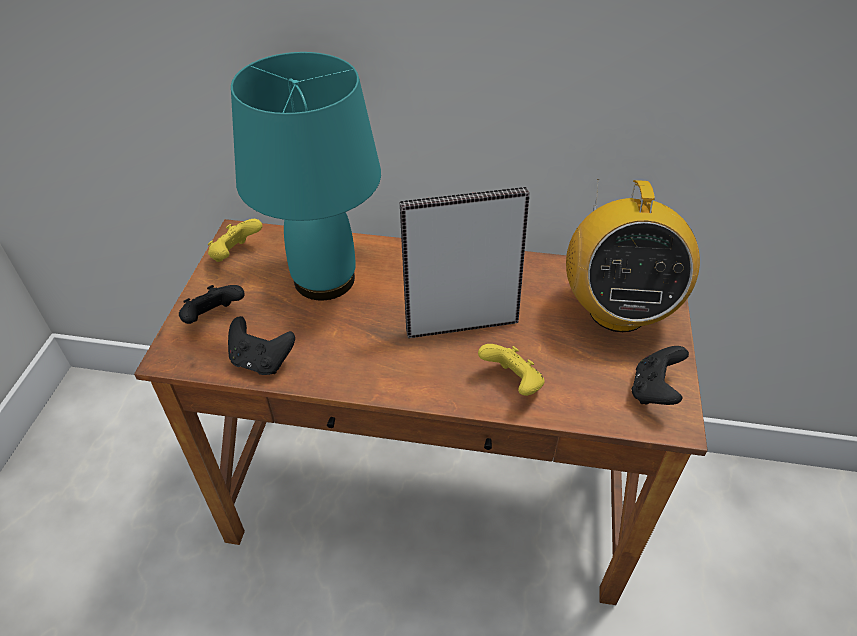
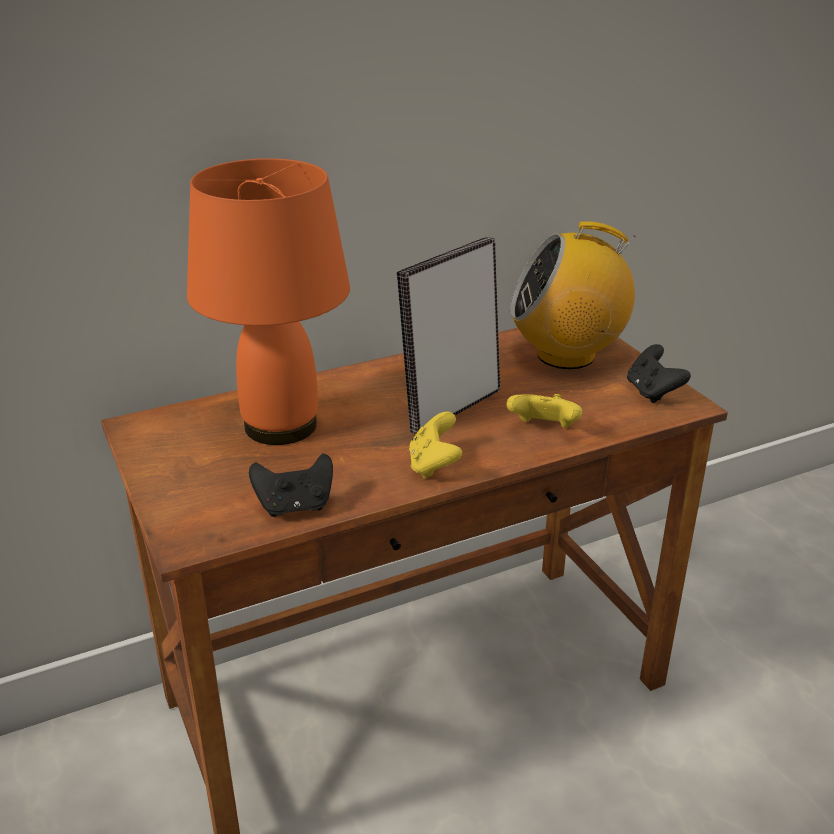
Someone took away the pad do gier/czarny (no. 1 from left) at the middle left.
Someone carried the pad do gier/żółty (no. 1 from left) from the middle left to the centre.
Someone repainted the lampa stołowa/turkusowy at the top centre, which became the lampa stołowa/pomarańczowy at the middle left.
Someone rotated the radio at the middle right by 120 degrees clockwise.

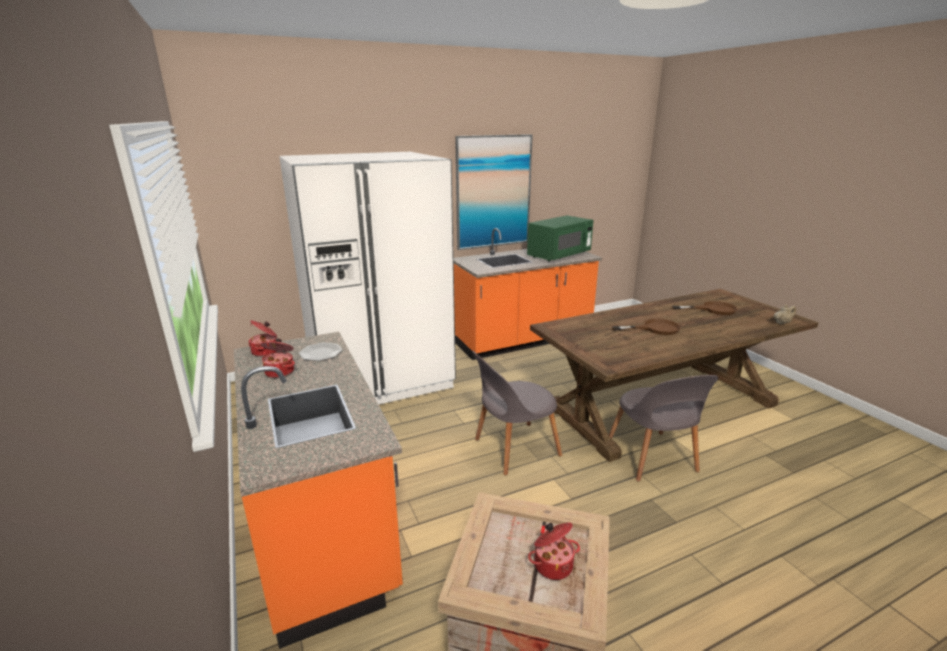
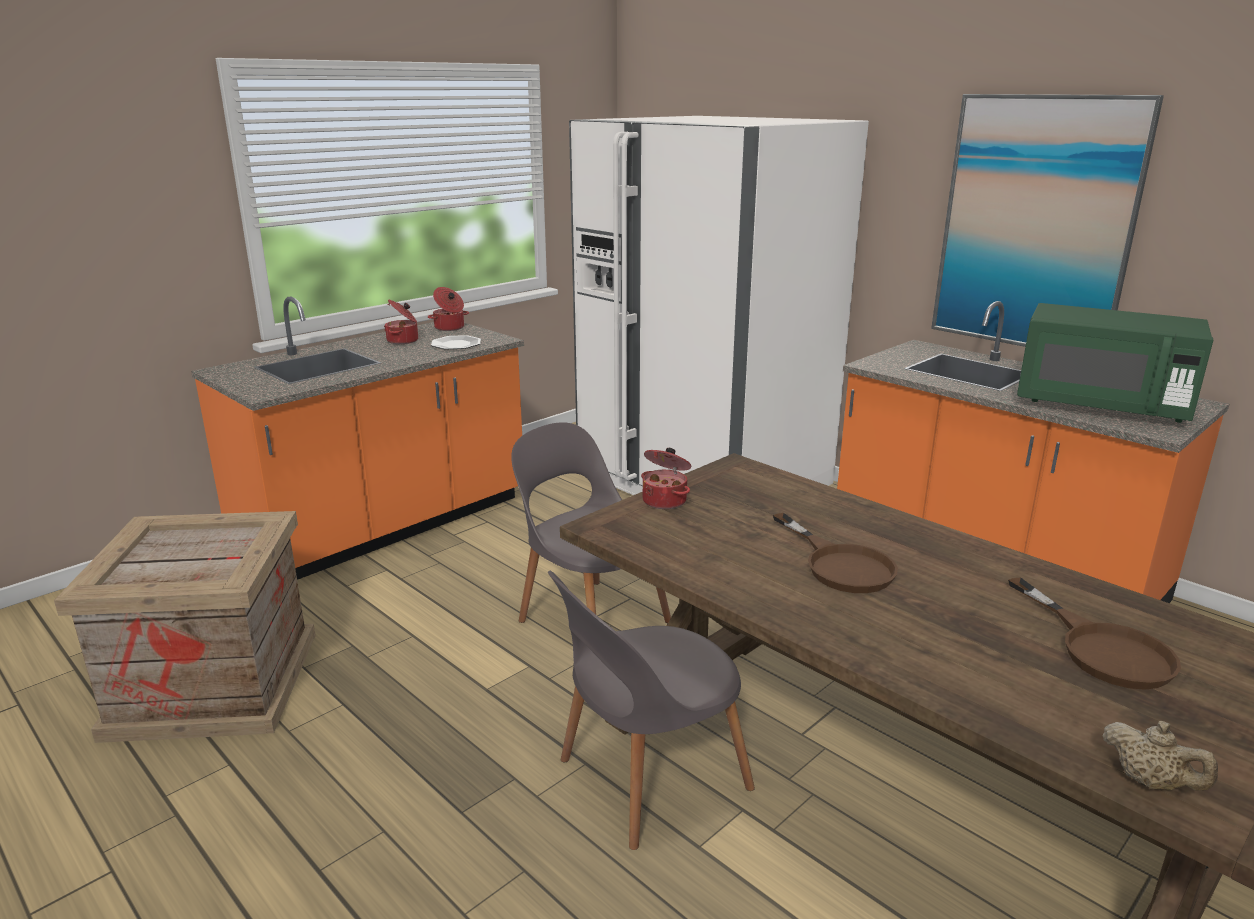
Someone carried the garnek (no. 3 from left) from the bottom centre to the centre.

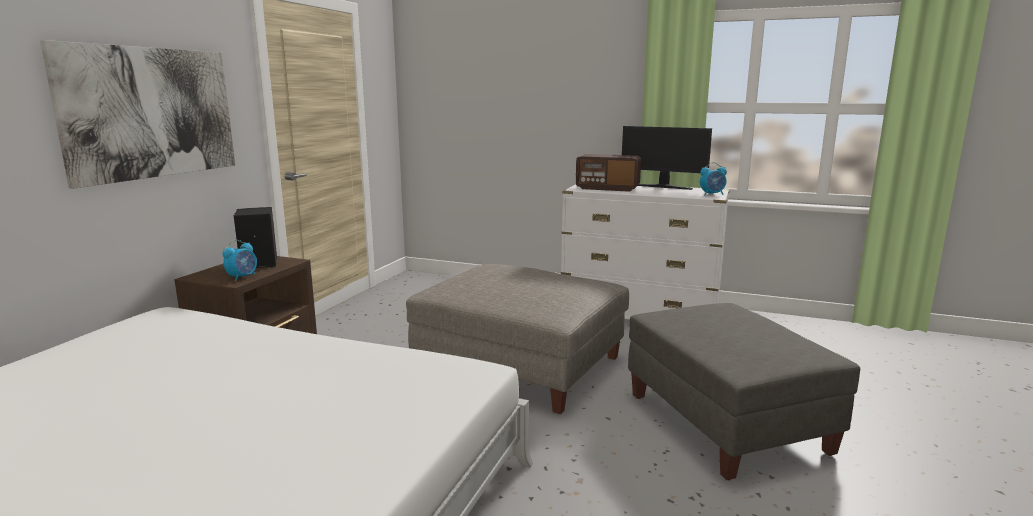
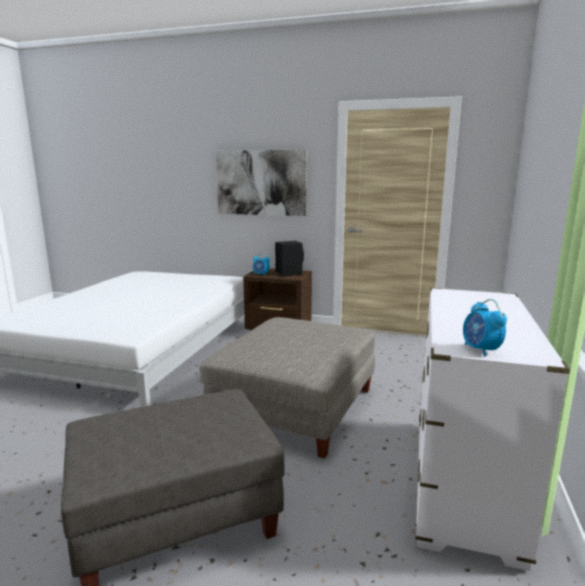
Someone took away the radio at the centre.
Someone took away the monitor at the top centre.

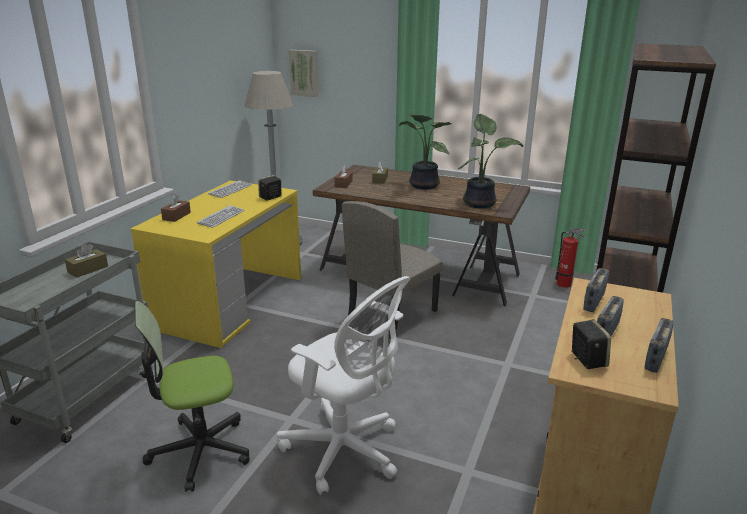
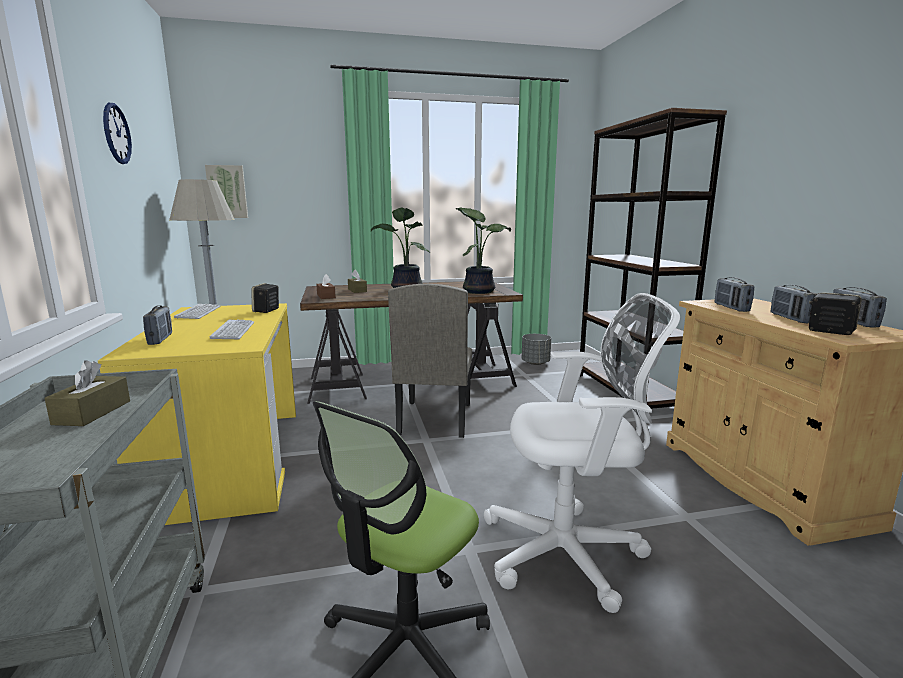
Someone swapped the pudełko chusteczek/brązowy (no. 2 from left) at the middle left for the radio (no. 1 from left) at the middle left.
Someone swapped the gaśnica at the middle right for the donica/szary at the centre.
Someone put up the zegar ścienny at the top left.

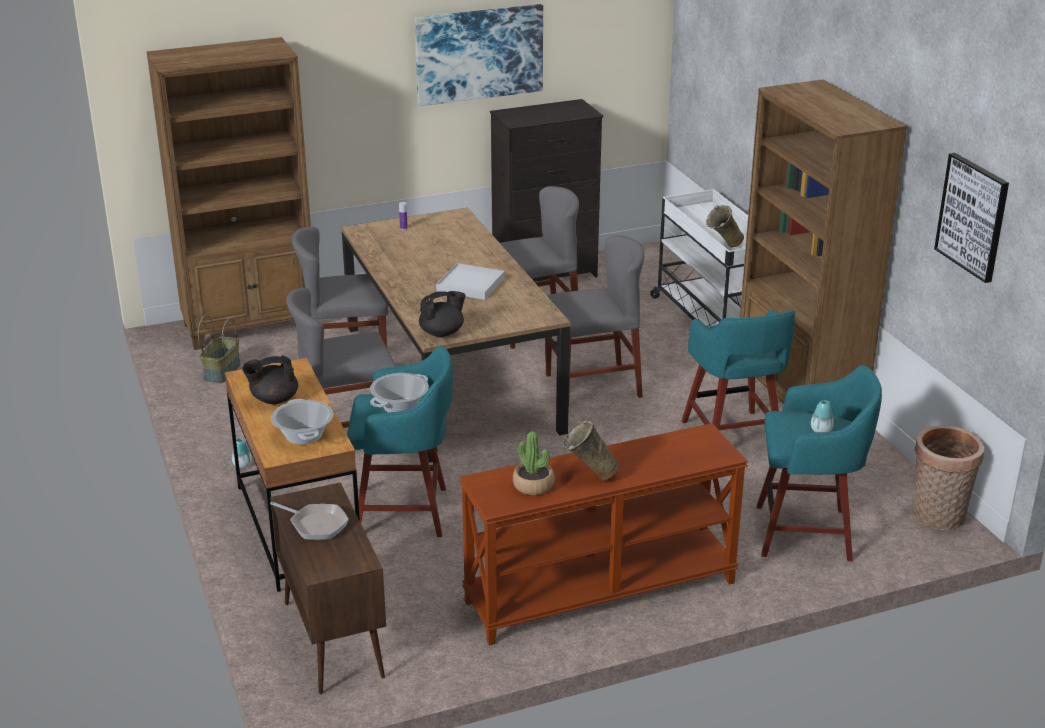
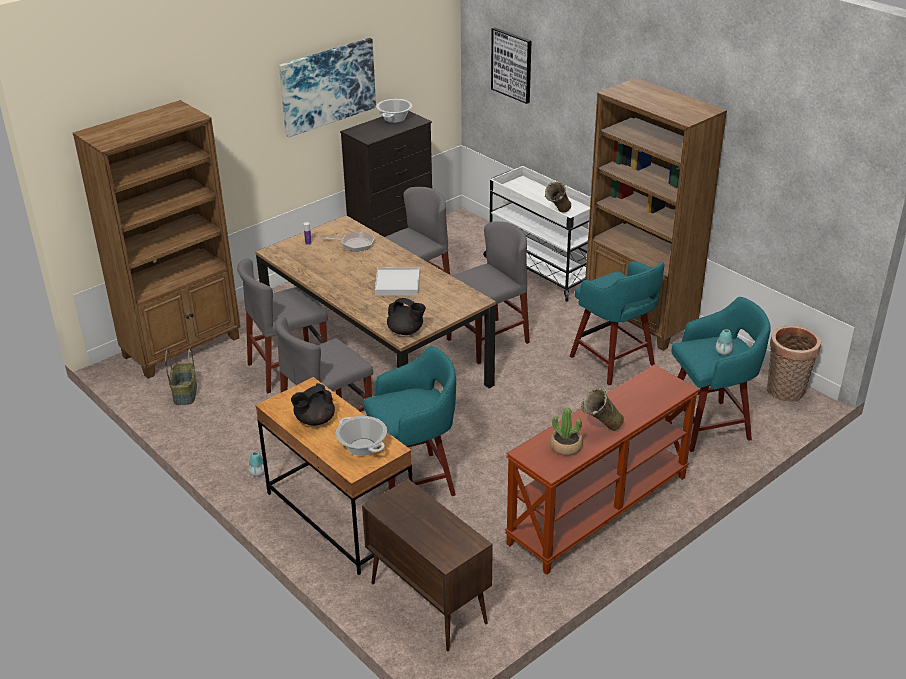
Someone carried the patelnia from the bottom left to the centre.
Someone carried the garnek (no. 2 from left) from the centre to the top centre.
Someone rotated the imbryk/czarny (no. 2 from left) at the centre by 75 degrees clockwise.
Someone carried the obraz (no. 2 from left) from the top right to the top centre.

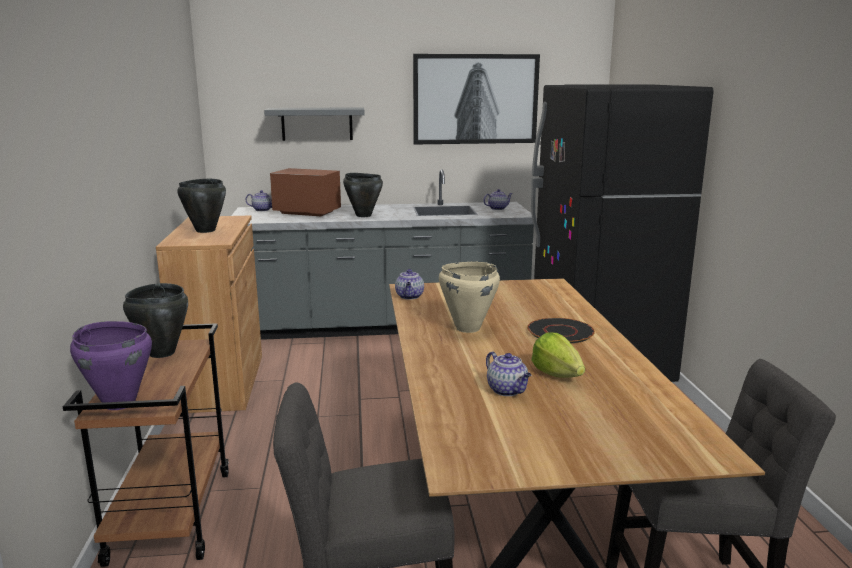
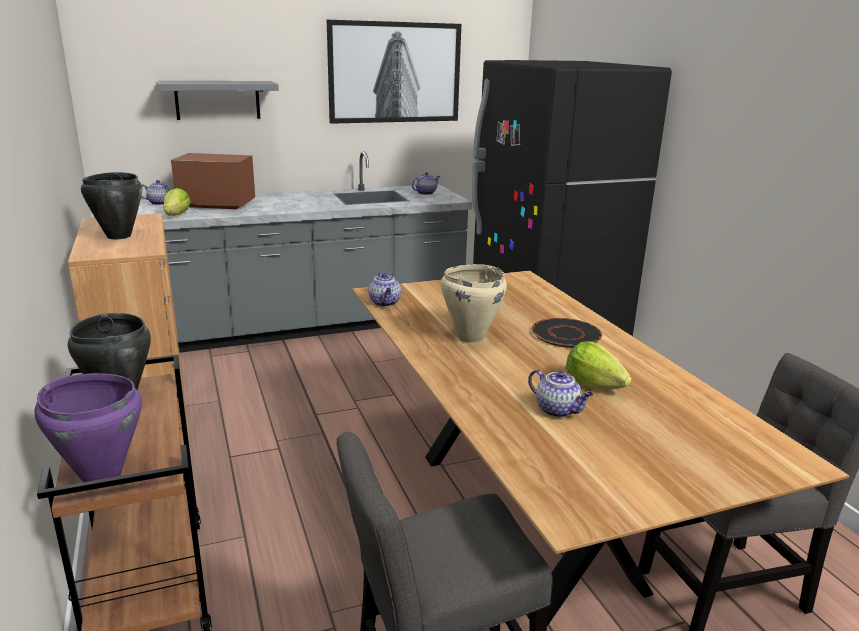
Someone took away the garnek/czarny (no. 3 from left) at the centre.
Someone put down the sałata (no. 1 from left) at the top left.

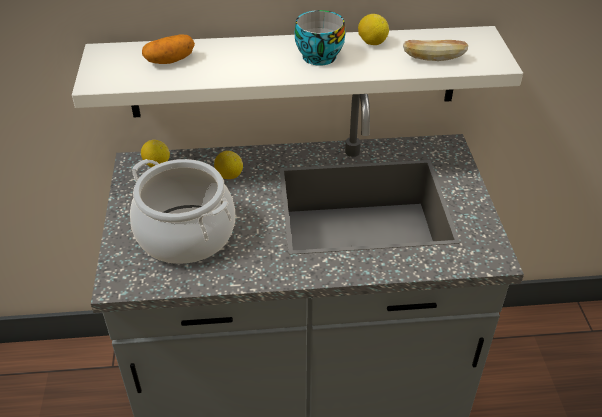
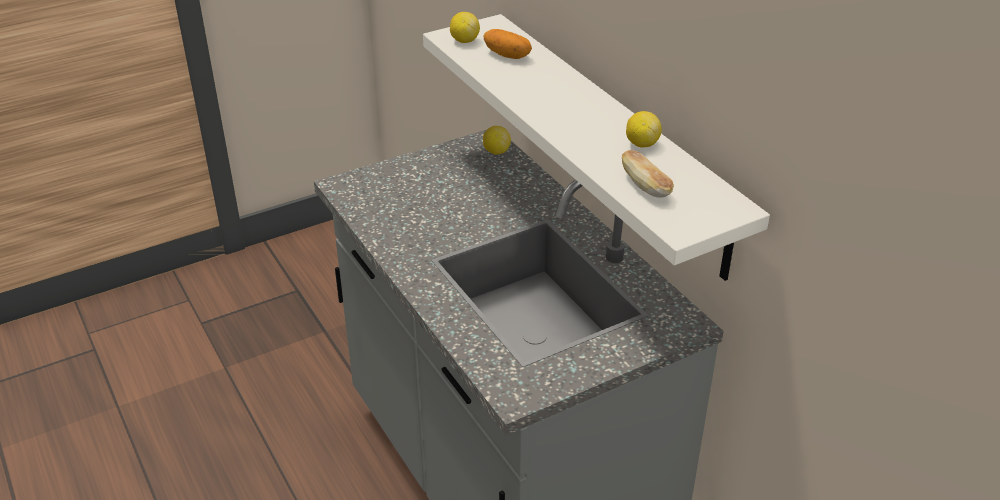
Someone took away the garnek at the middle left.
Someone carried the cytryna (no. 2 from left in the first image) from the centre to the top centre.
Someone took away the filiżanka at the top centre.

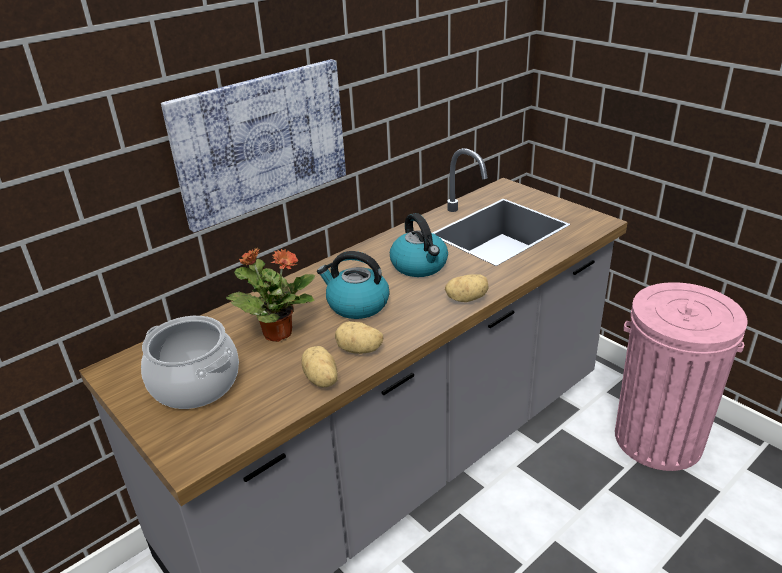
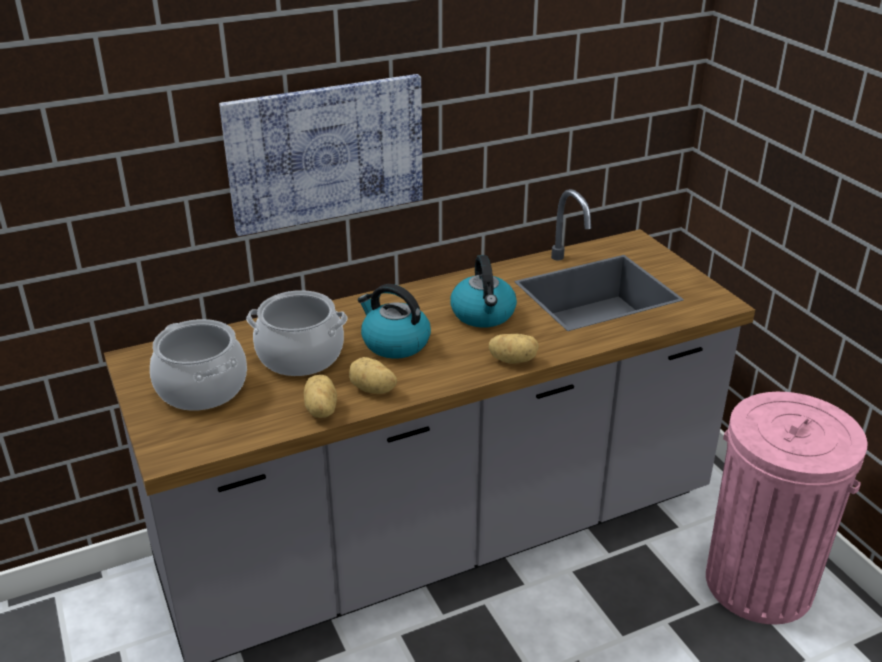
Someone swapped the roślina doniczkowa at the centre for the garnek (no. 2 from left) at the centre.

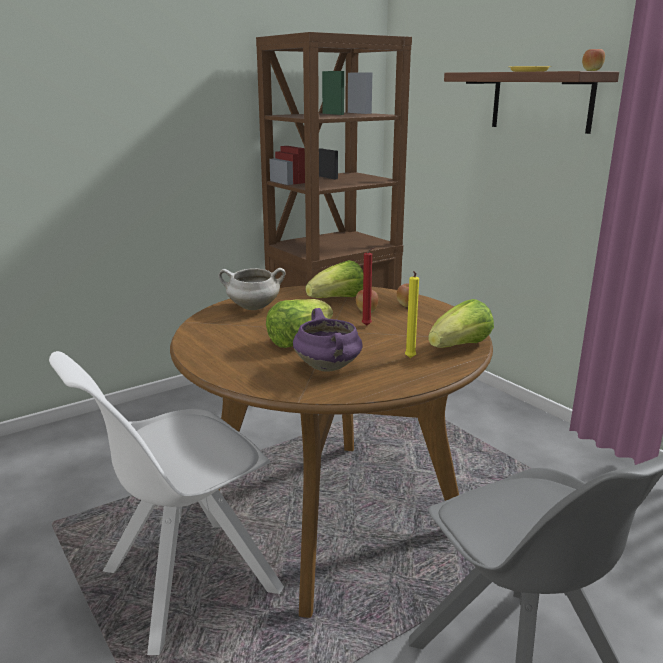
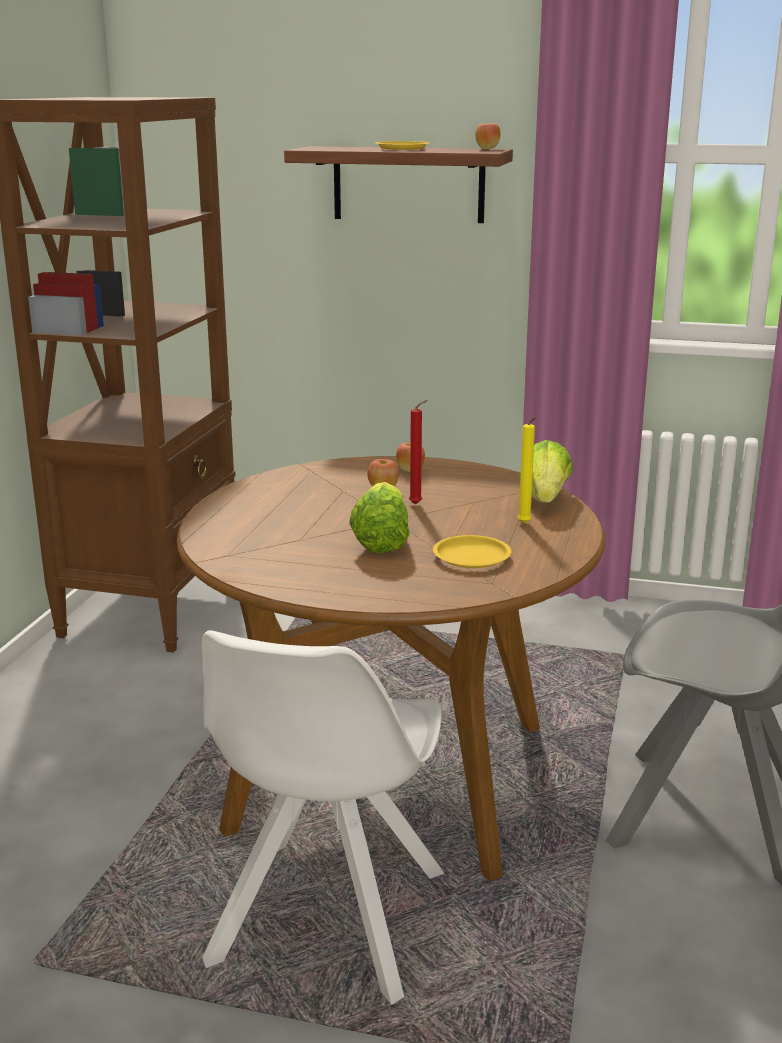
Someone took away the garnek/biały at the centre.
Someone swapped the garnek/fioletowy at the centre for the talerz/żółty (no. 2 from left) at the centre.
Someone took away the sałata (no. 2 from left) at the centre.

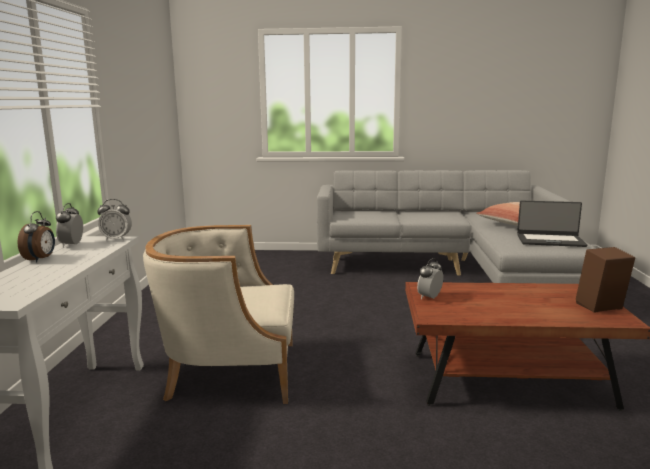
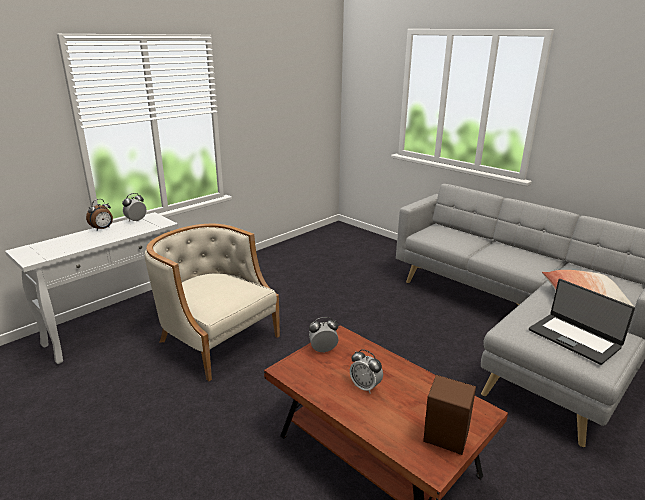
Someone carried the budzik (no. 3 from left in the first image) from the middle left to the bottom centre.

